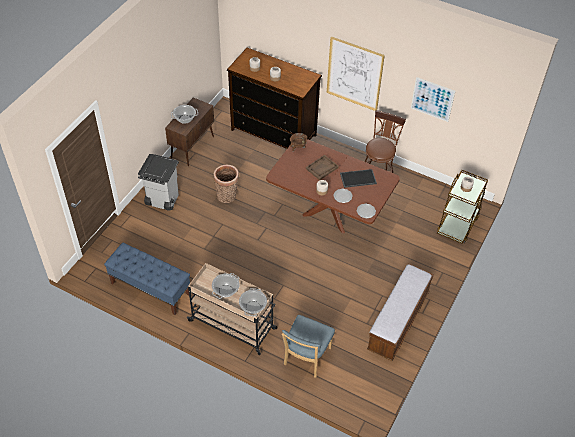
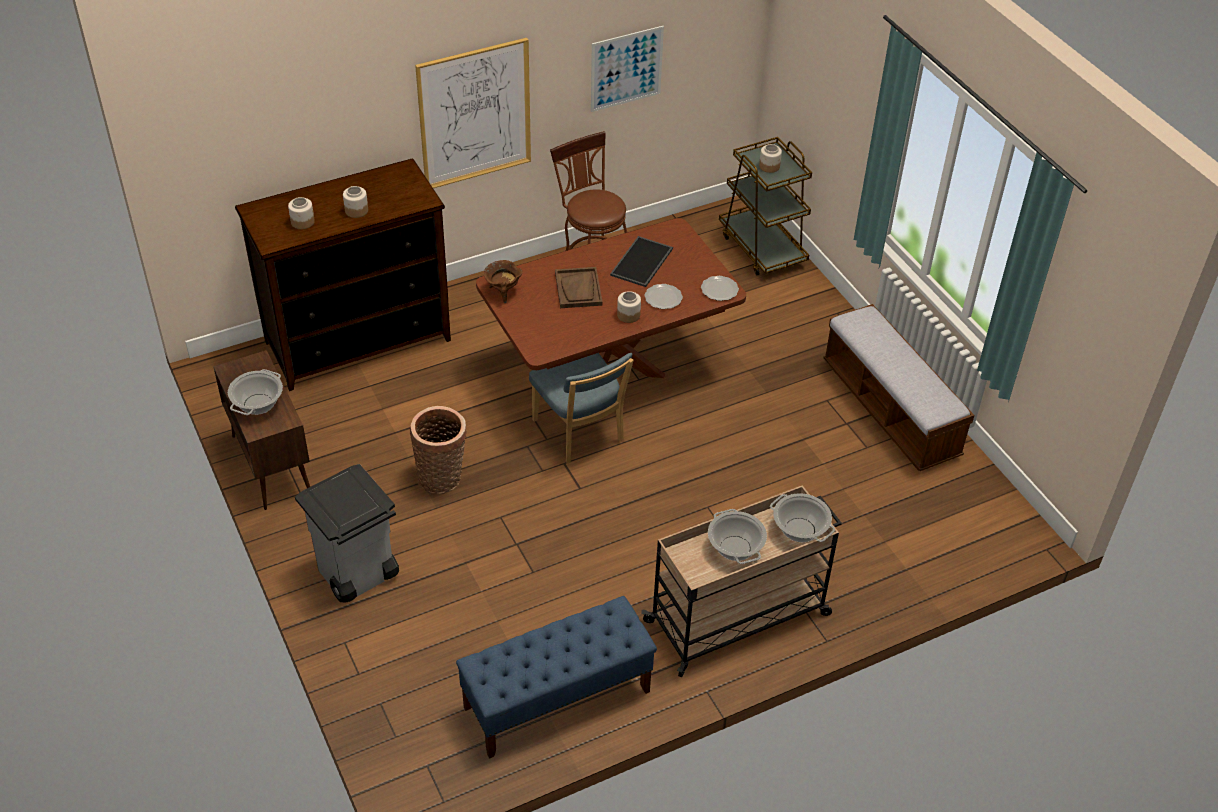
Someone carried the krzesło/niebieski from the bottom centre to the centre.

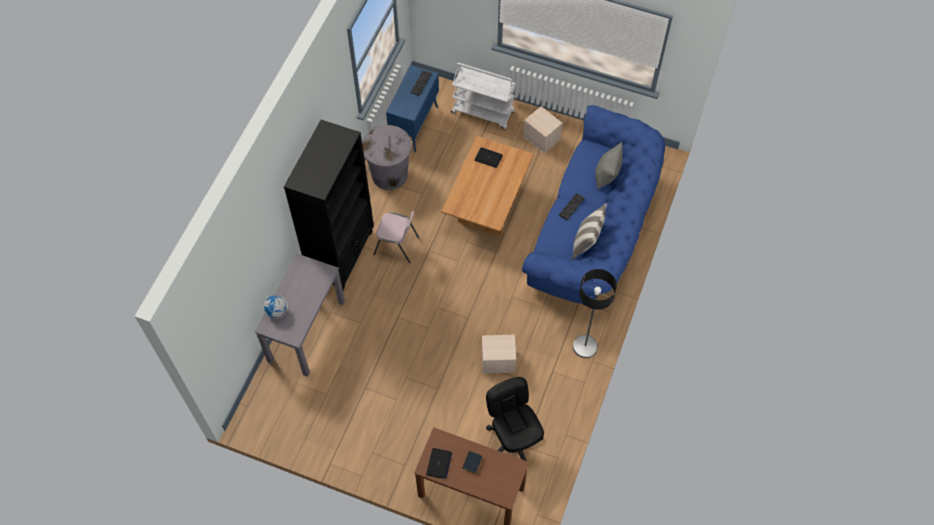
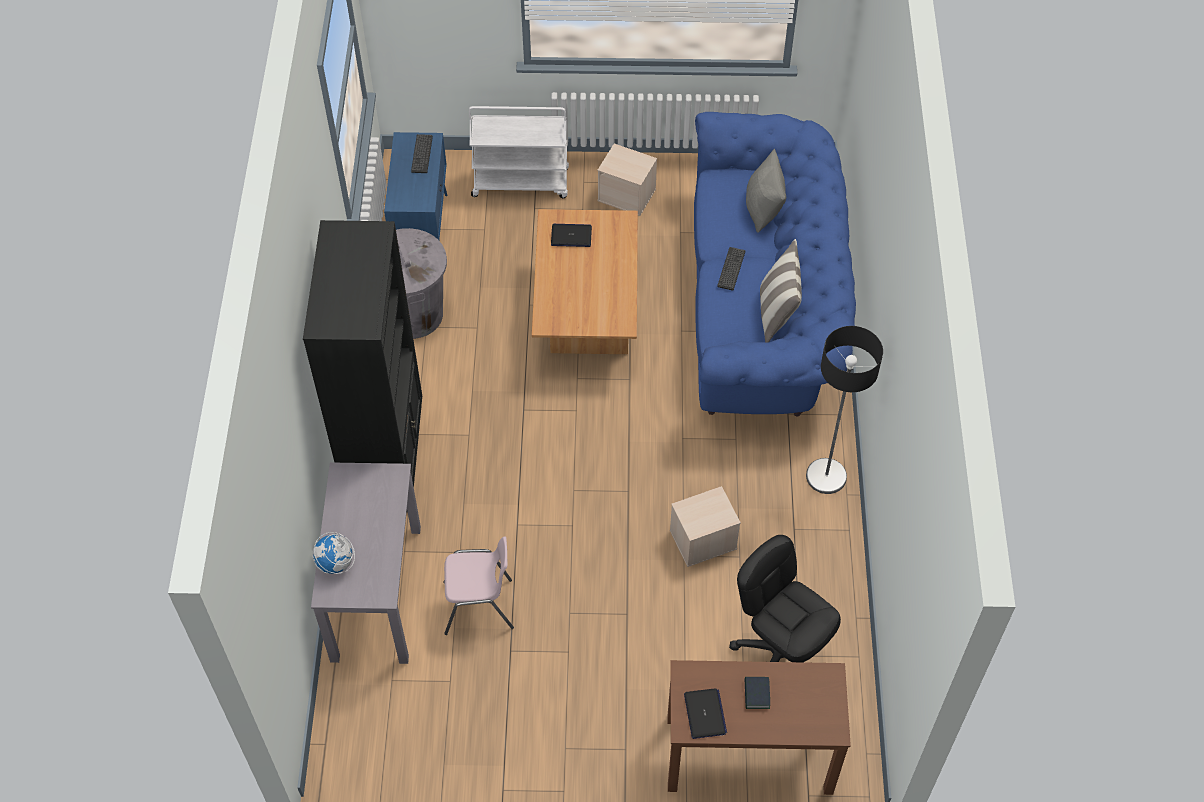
Someone carried the krzesło/różowy from the centre to the bottom centre.

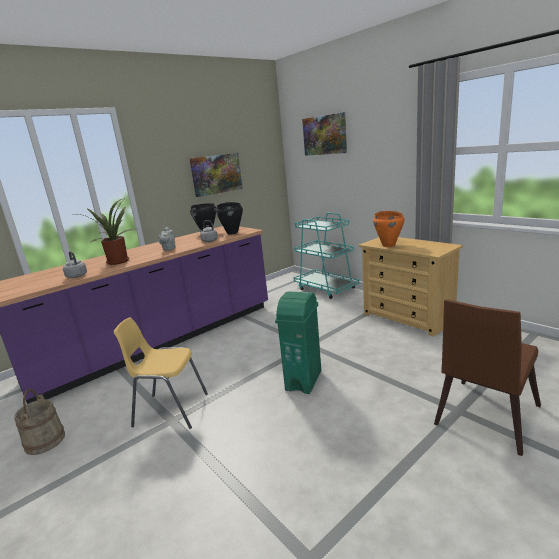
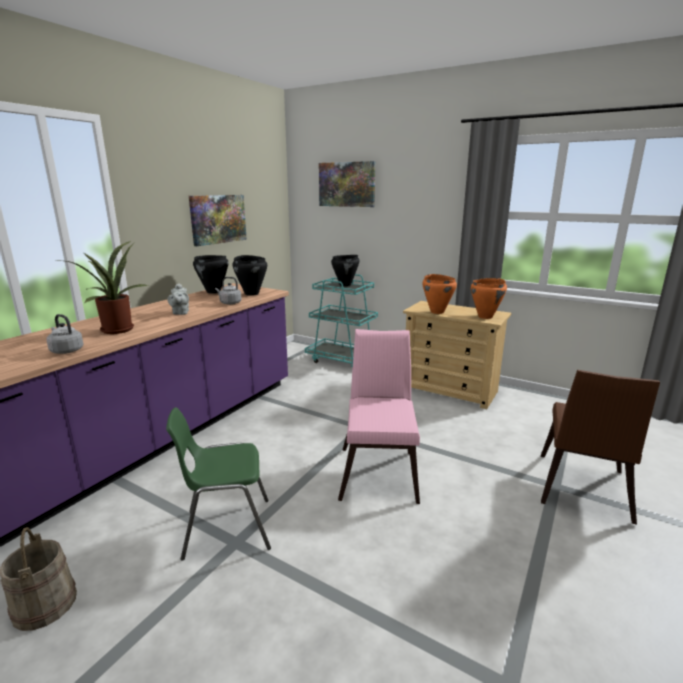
Someone repainted the krzesło/żółty at the bottom left, which became the krzesło/zielony at the bottom left.
Someone swapped the kosz na śmieci/zielony at the centre for the krzesło/różowy at the centre.
Someone put down the garnek/czarny (no. 3 from left) at the centre.
Someone put down the garnek/pomarańczowy (no. 2 from left) at the middle right.

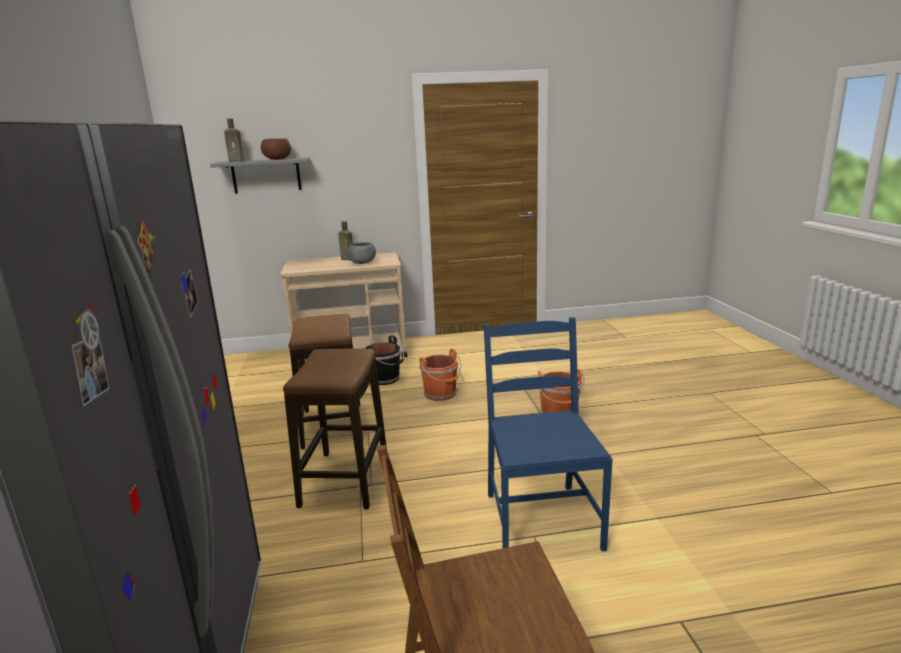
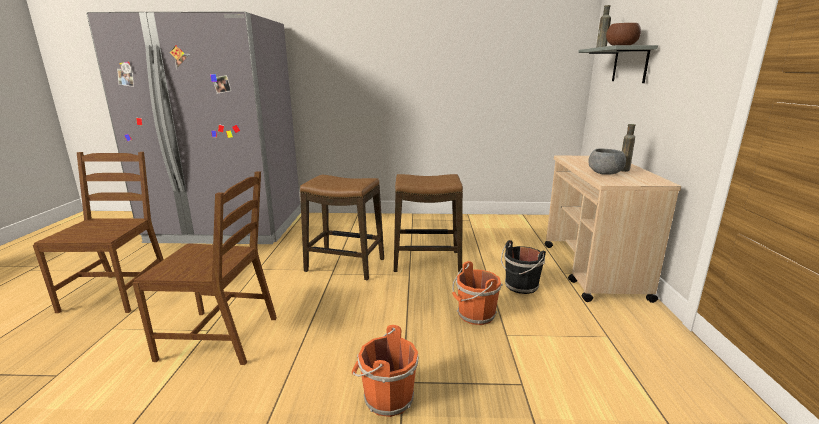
Someone repainted the krzesło/niebieski at the centre, which became the krzesło/brązowy (no. 2 from left) at the middle left.

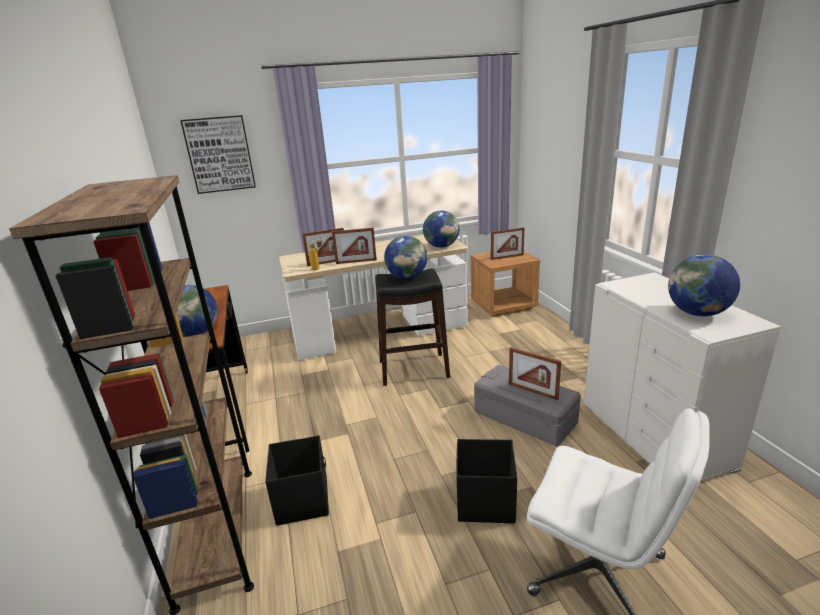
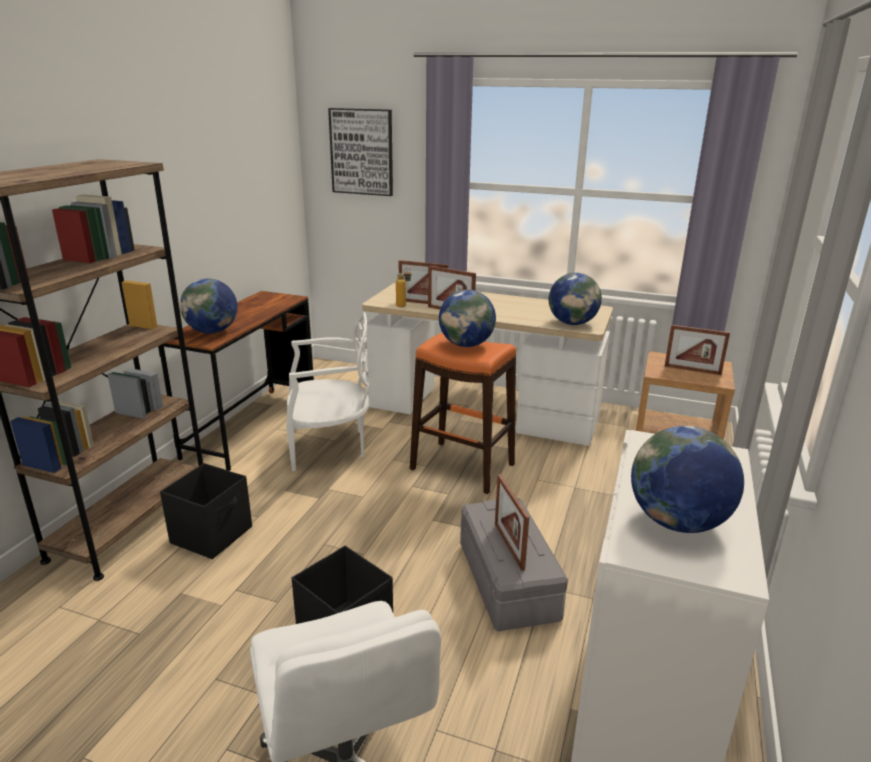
Someone repainted the stołek/czarny at the centre, which became the stołek/pomarańczowy at the centre.
Someone put down the krzesło/biały at the centre.

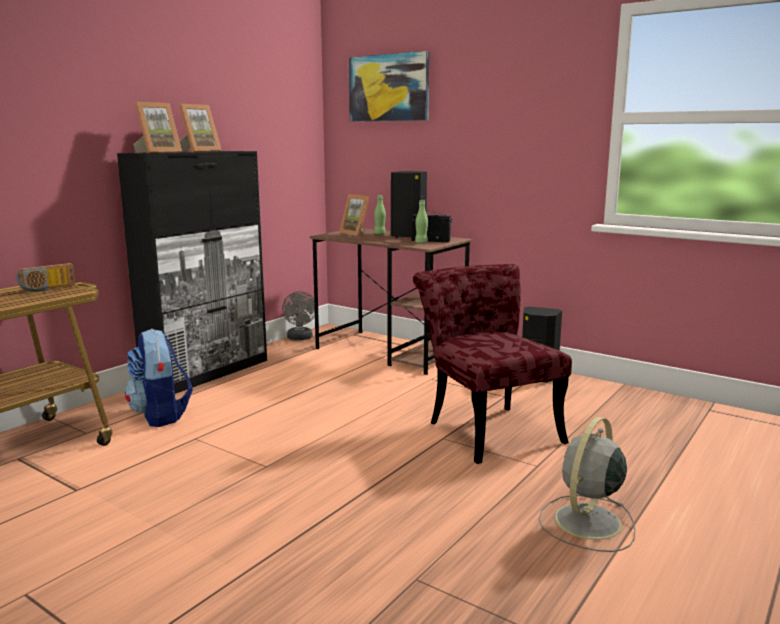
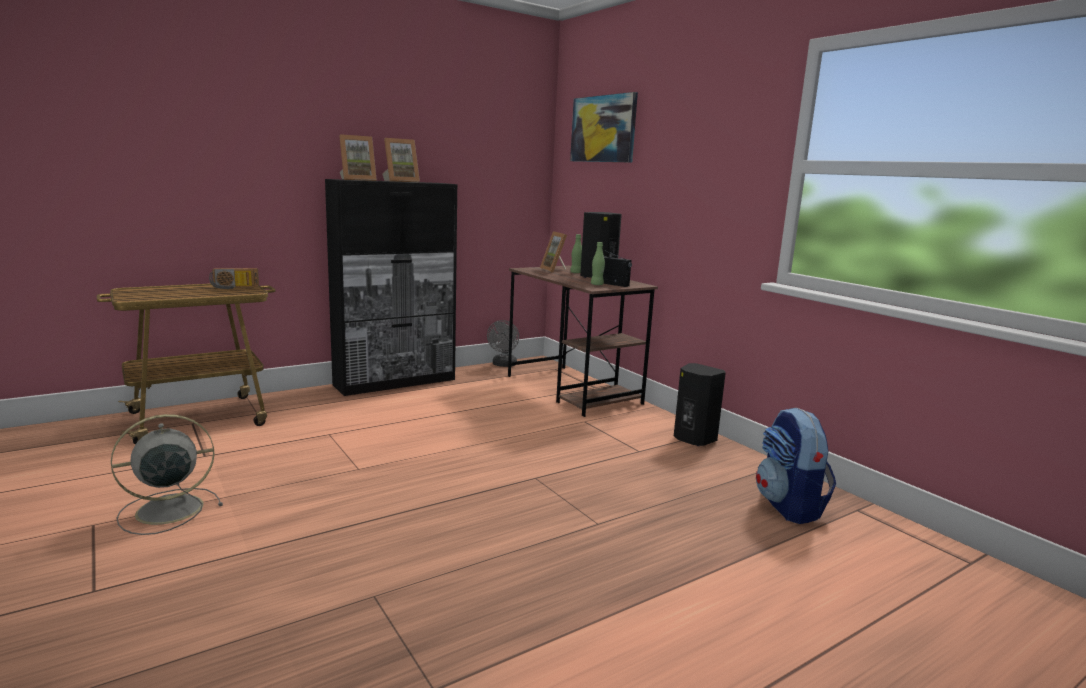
Someone carried the plecak from the middle left to the bottom right.
Someone took away the krzesło/czerwony at the centre.
Someone carried the wentylator/szary (no. 2 from left in the first image) from the bottom right to the bottom left.

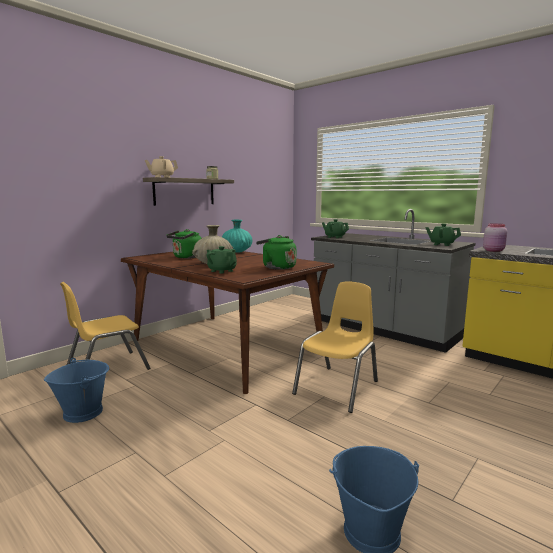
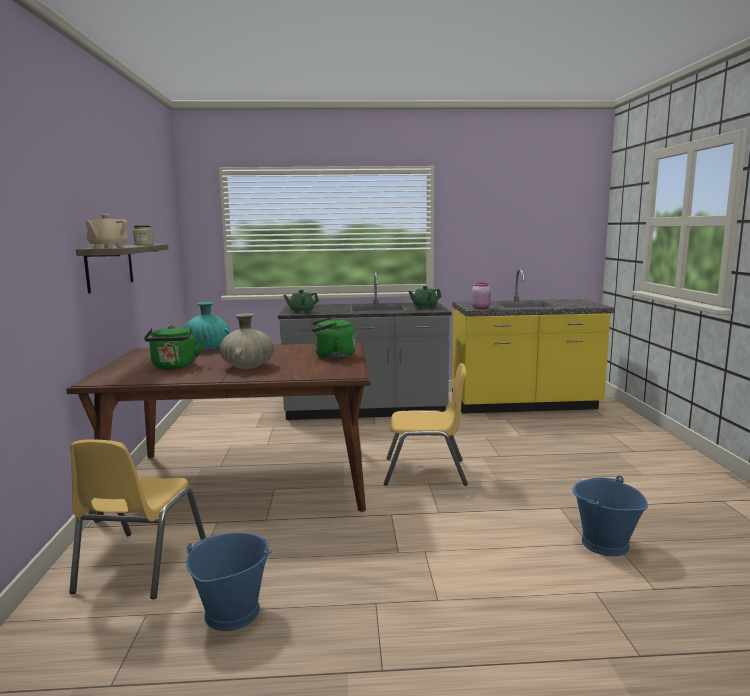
Someone took away the imbryk/zielony (no. 1 from left) at the centre.
Someone rotated the krzesło/żółty (no. 2 from left) at the centre by 105 degrees clockwise.

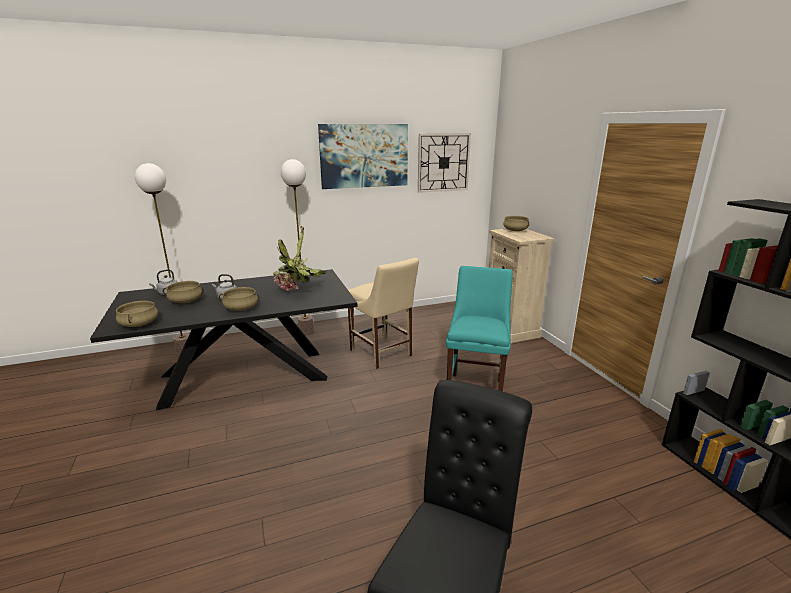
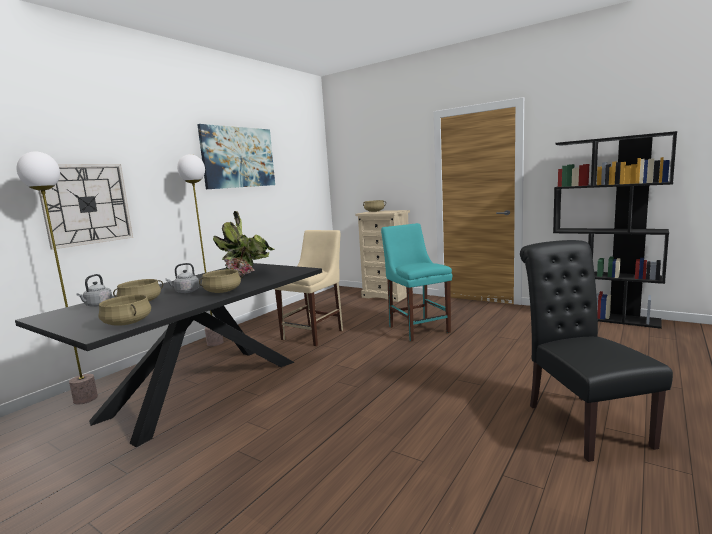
Someone rotated the krzesło/beżowy at the centre by 75 degrees counterclockwise.
Someone carried the zegar ścienny from the top centre to the middle left.

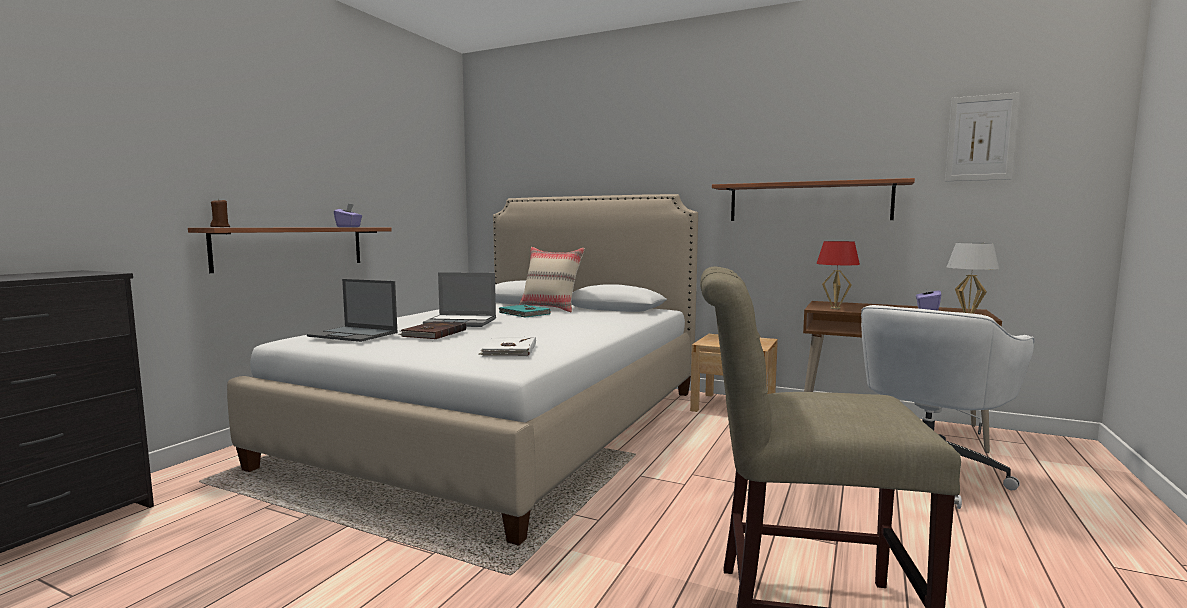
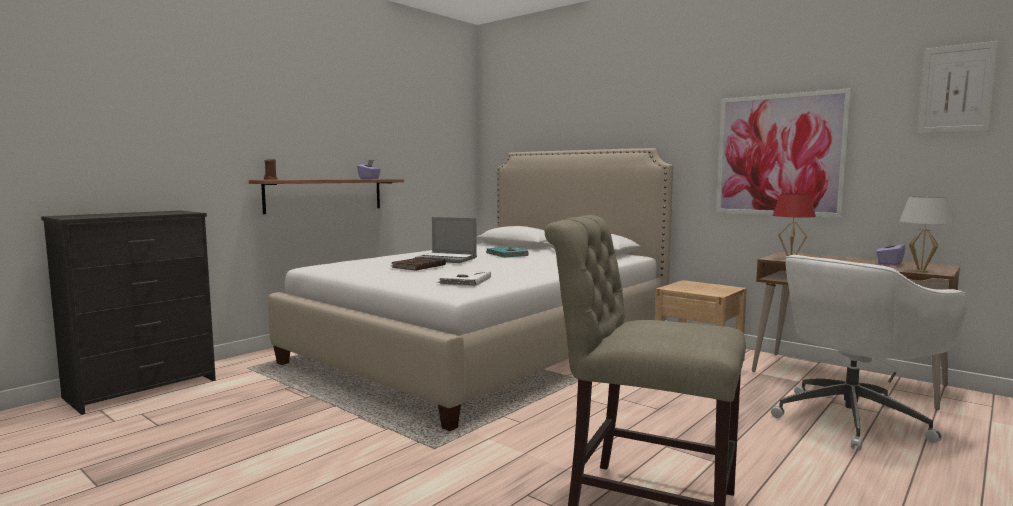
Someone took away the laptop (no. 1 from left) at the middle left.
Someone took away the poduszka/beżowy at the centre.
Someone swapped the półka (no. 2 from left) at the top right for the obraz (no. 1 from left) at the top right.

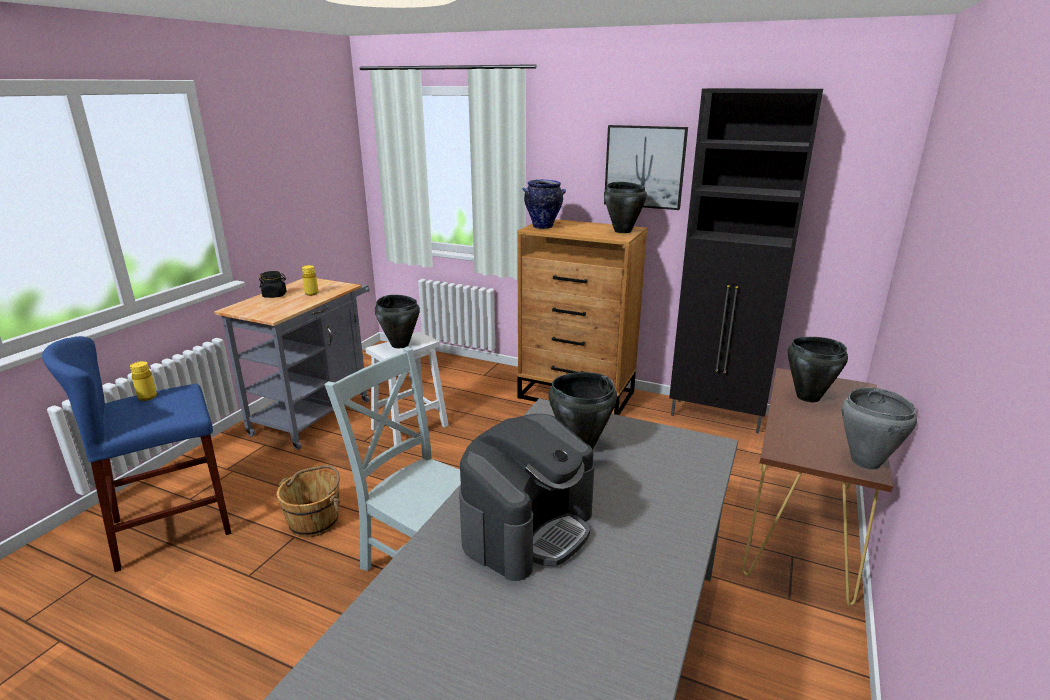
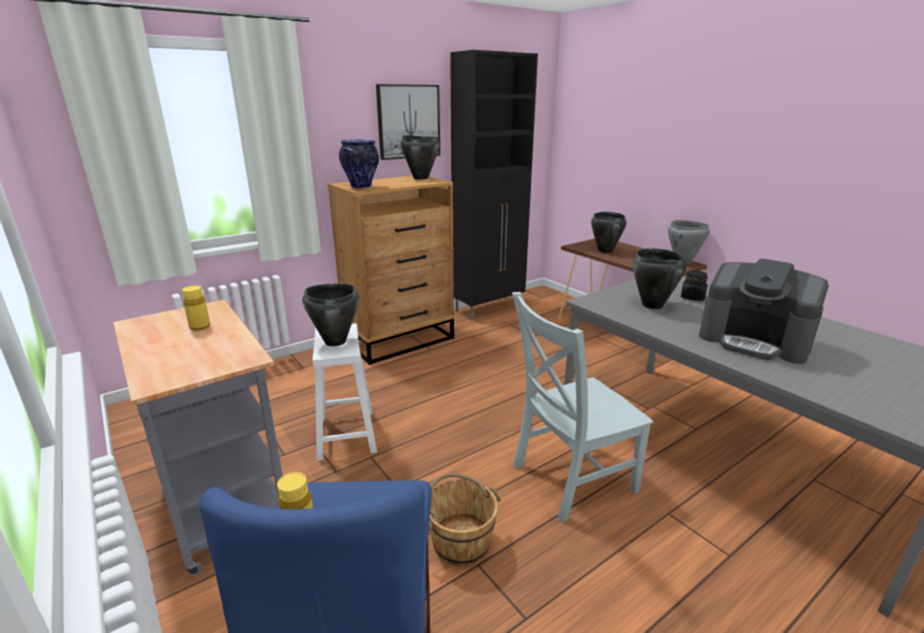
Someone carried the słoik/czarny from the middle left to the middle right.
Someone rotated the ekspres do kawy at the bottom centre by 150 degrees clockwise.

